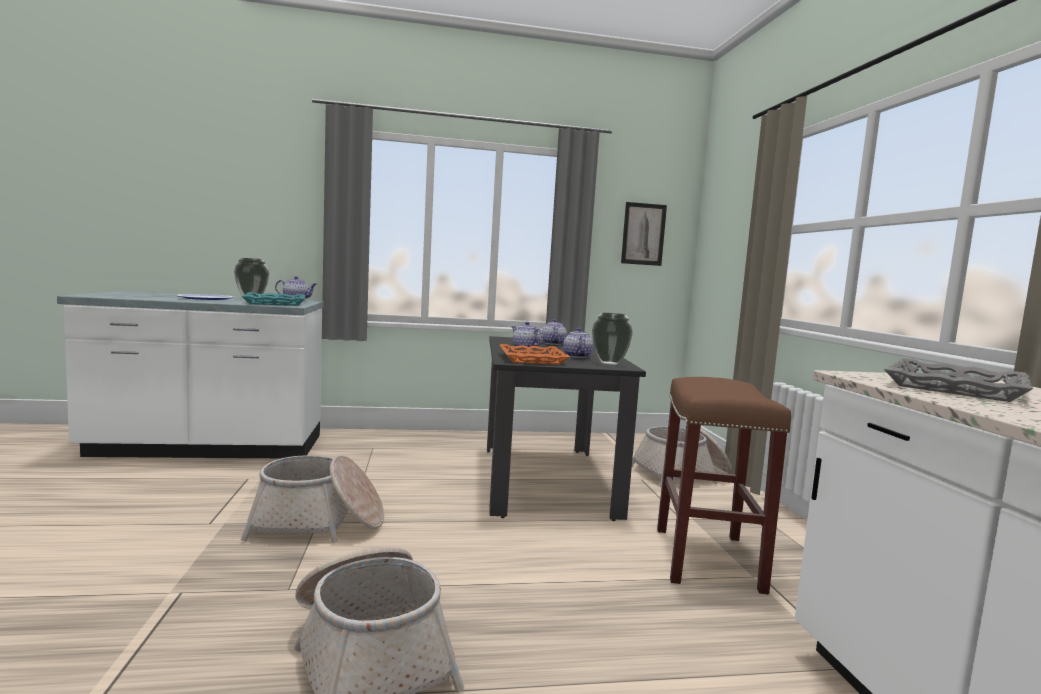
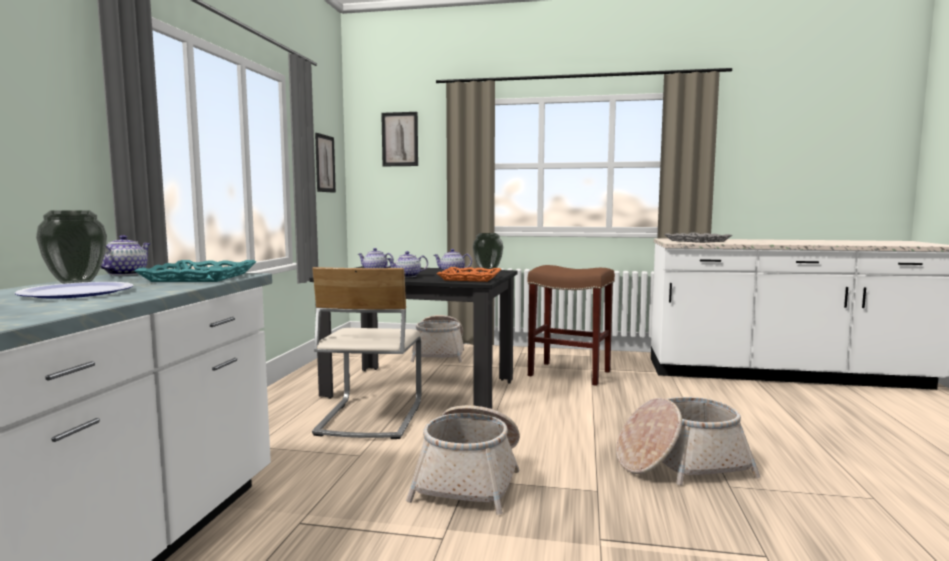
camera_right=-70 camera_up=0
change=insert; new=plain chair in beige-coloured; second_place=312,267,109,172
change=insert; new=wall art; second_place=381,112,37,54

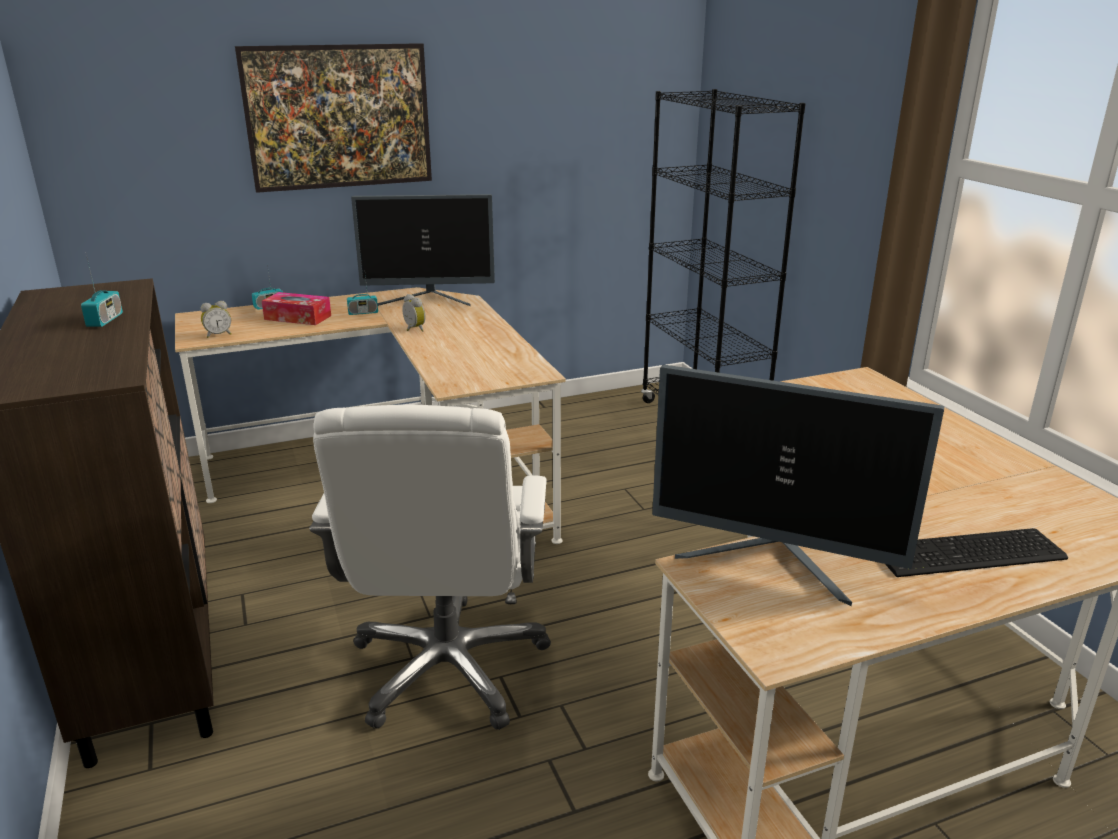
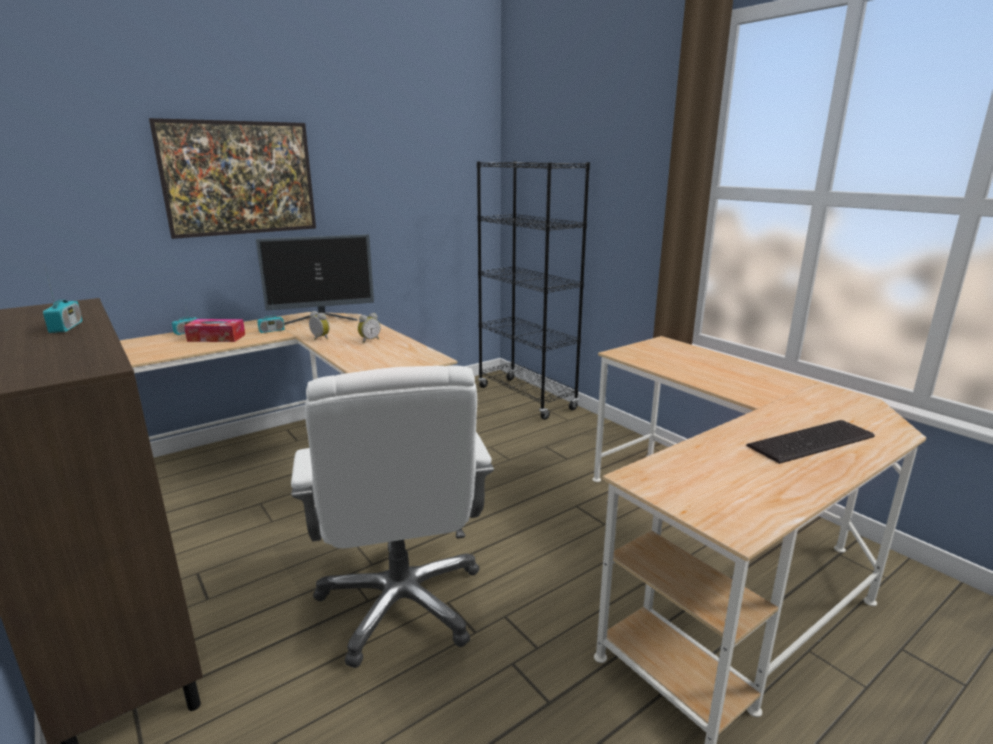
camera_right=-15 camera_up=-5
change=move; old=alarm clock; first_place=201,301,30,37; second_place=358,313,22,30
change=delete; old=computer screen; first_place=652,365,292,241

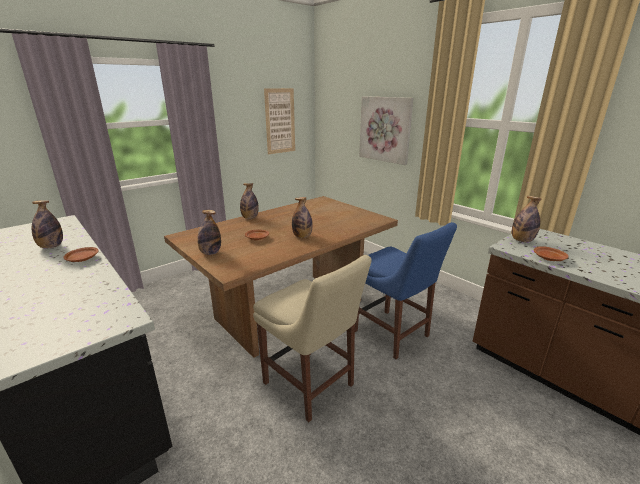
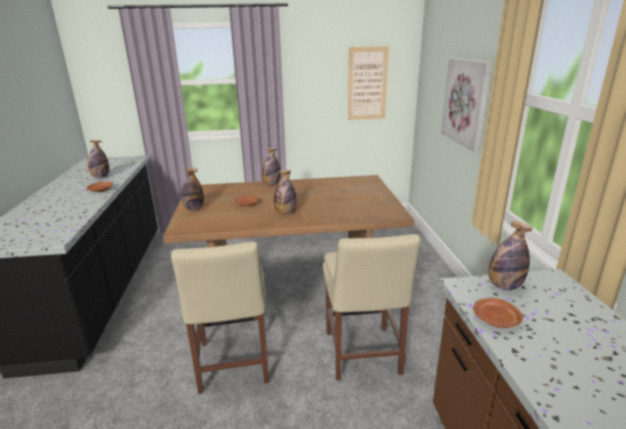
camera_right=35 camera_up=0
change=recolor; old=plain chair in bluish; new=plain chair in beige-coloured; first_place=355,222,102,137; second_place=323,234,98,147

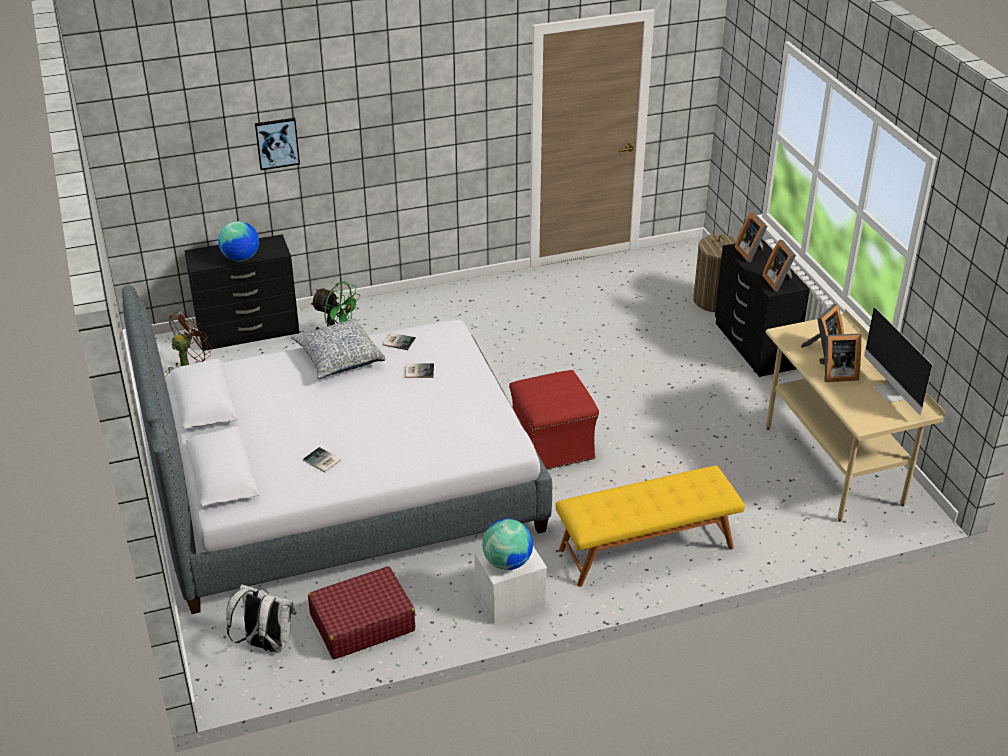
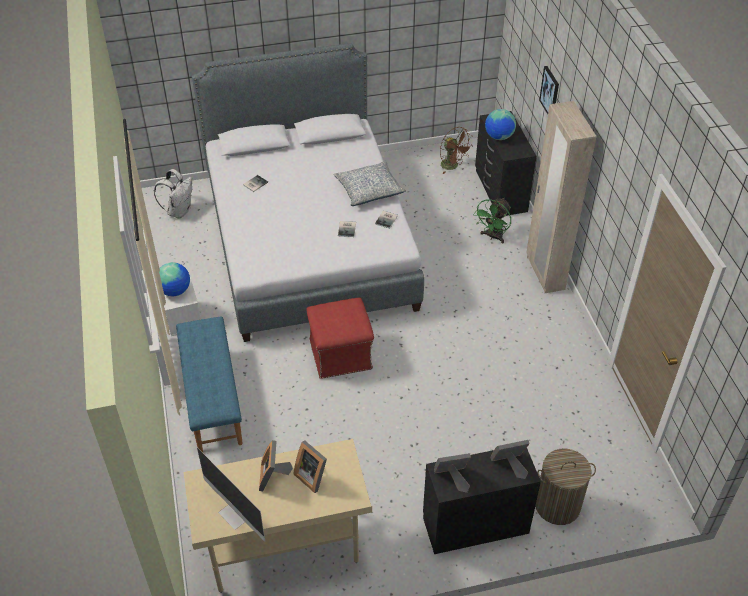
camera_right=95 camera_up=10
change=recolor; old=bench in yellow-coloured; new=bench in bluish; first_place=555,466,190,121; second_place=176,316,67,136
change=rotate; old=computer screen; first_place=864,307,68,108; second_place=197,447,68,95; degrees=-120
change=insert; new=clothes cupboard in beige-coloured; second_place=526,101,71,192
change=delete; old=suitcase in red-coloured; first_place=308,566,107,93

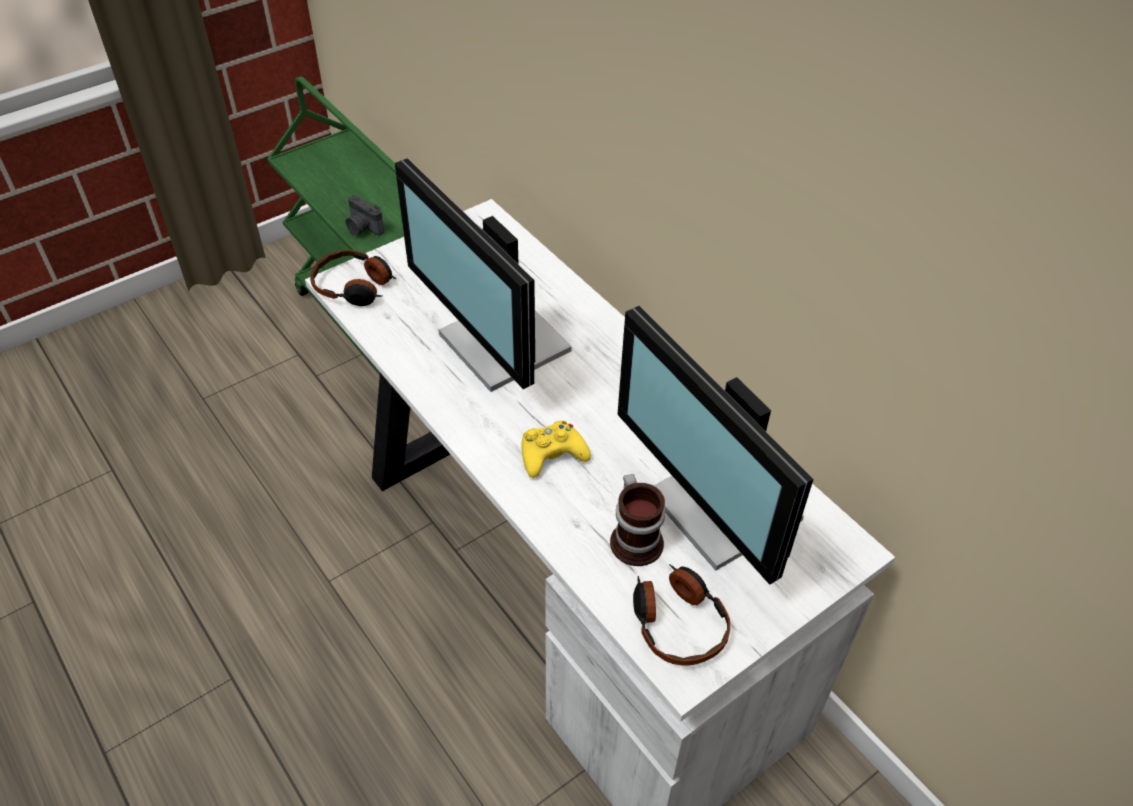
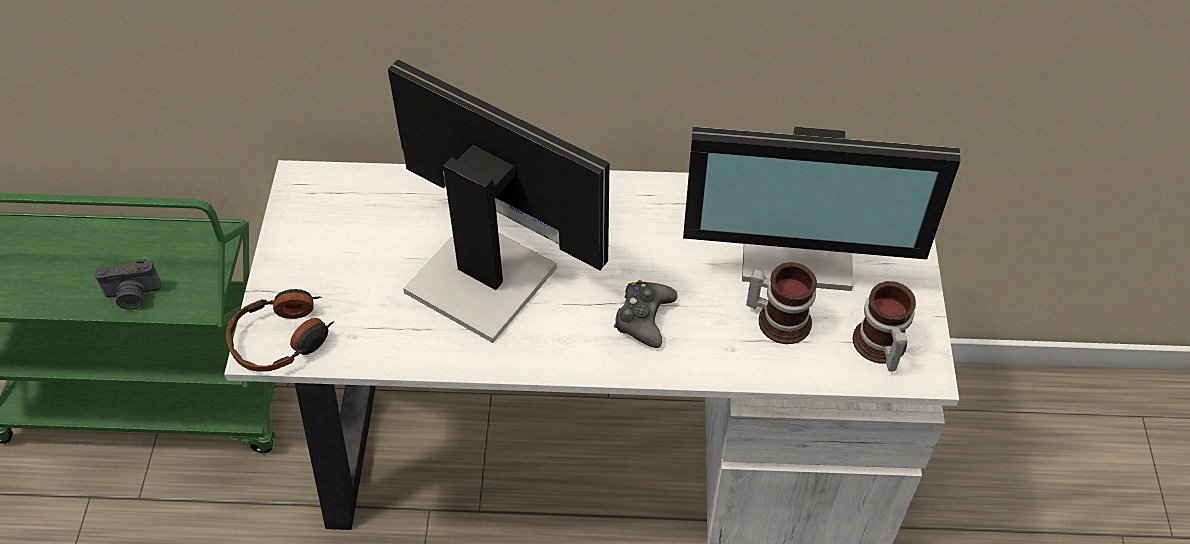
camera_right=-50 camera_up=5
change=rotate; old=computer screen; first_place=395,158,177,234; second_place=388,59,222,284; degrees=-150
change=recolor; old=game controller in yellow-coloured; new=game controller in black-coloured; first_place=521,421,70,57; second_place=614,280,64,68
change=replace; old=headphones; new=mug; first_place=633,564,97,102; second_place=853,281,63,91

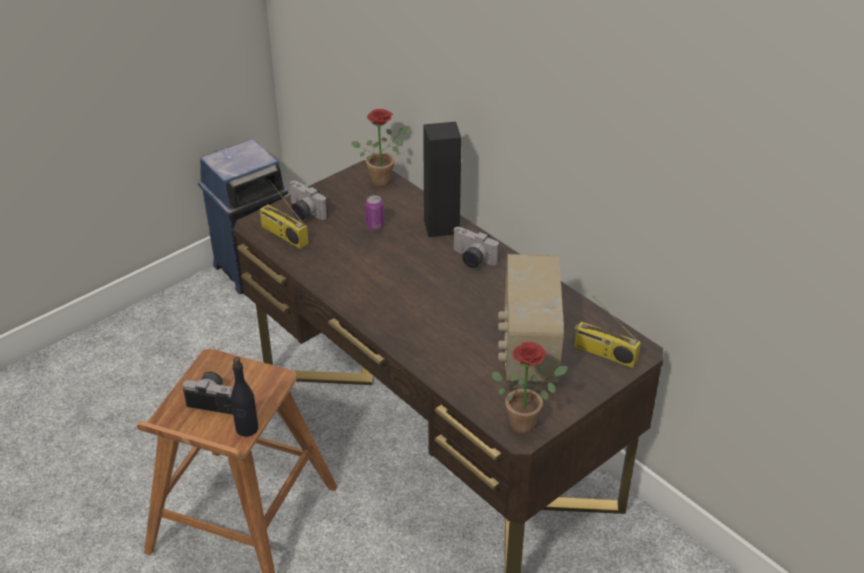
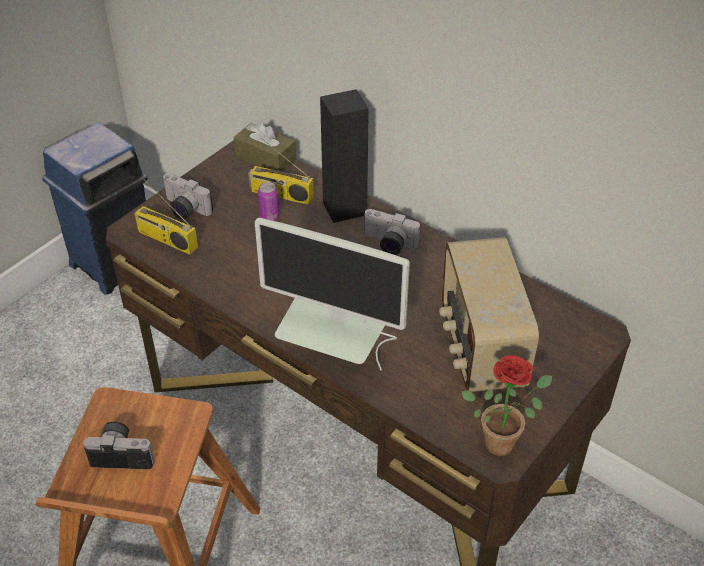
camera_right=-10 camera_up=5
change=replace; old=plant in a pot; new=tissue box in brown; first_place=351,109,58,78; second_place=233,120,63,52
change=move; old=radio set; first_place=572,296,69,72; second_place=248,138,66,67
change=insert; new=computer screen; second_place=255,218,155,152
change=delete; old=beverage bottle in black-coloured; first_place=231,357,27,80

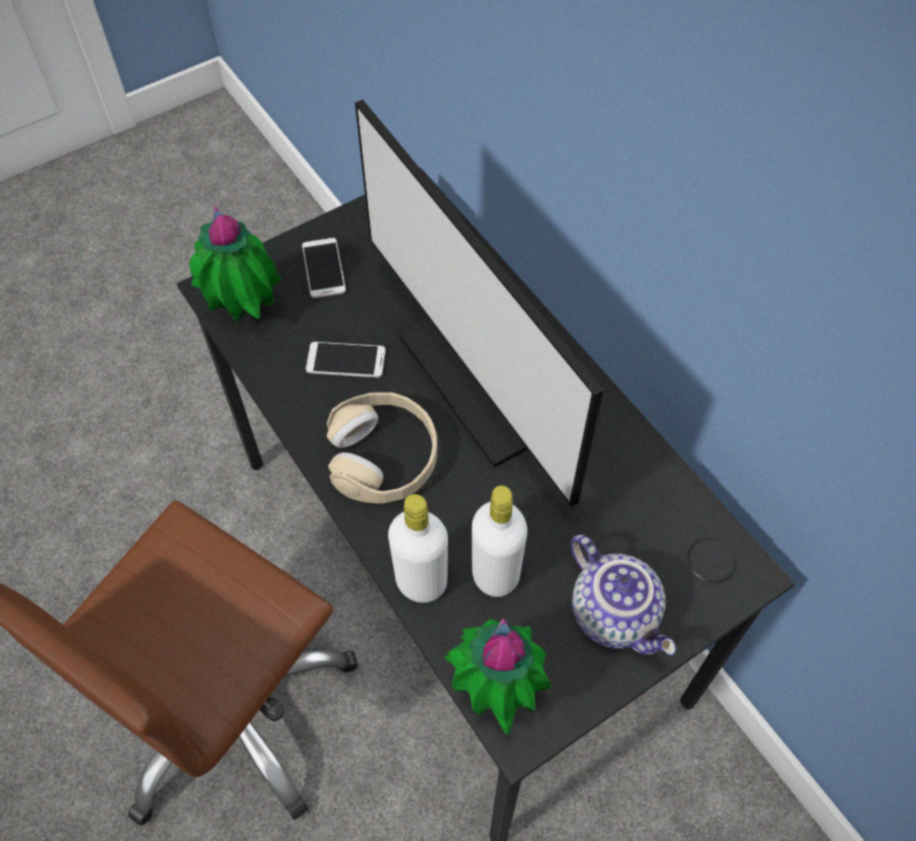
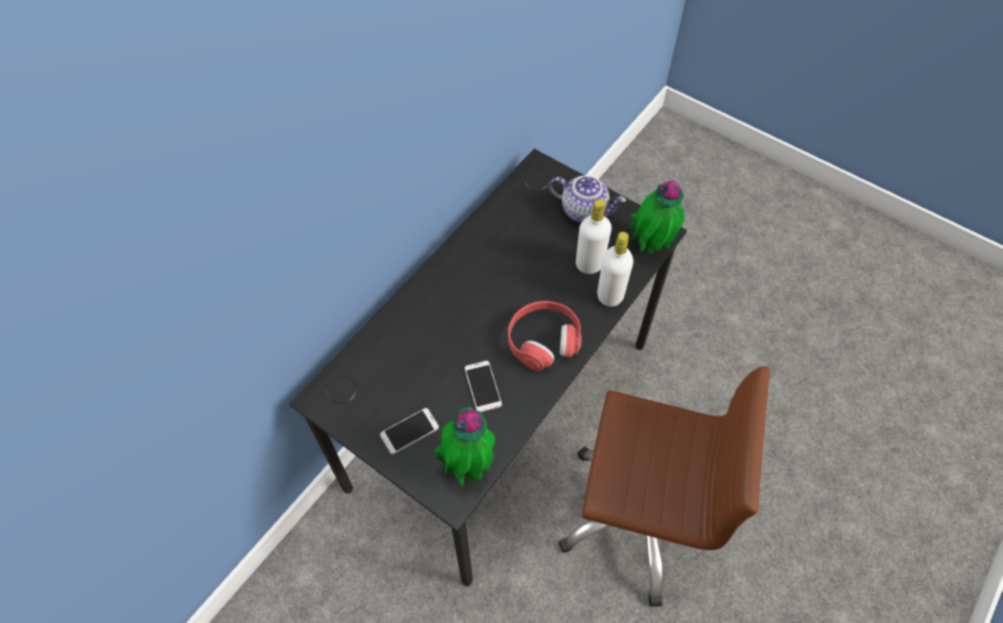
camera_right=-110 camera_up=0
change=recolor; old=headphones in beige-coloured; new=headphones in red-coloured; first_place=327,392,110,112; second_place=508,301,74,70
change=rotate; old=pot for tea; first_place=571,534,105,121; second_place=549,175,77,48; degrees=75
change=delete; old=computer screen; first_place=355,99,249,408

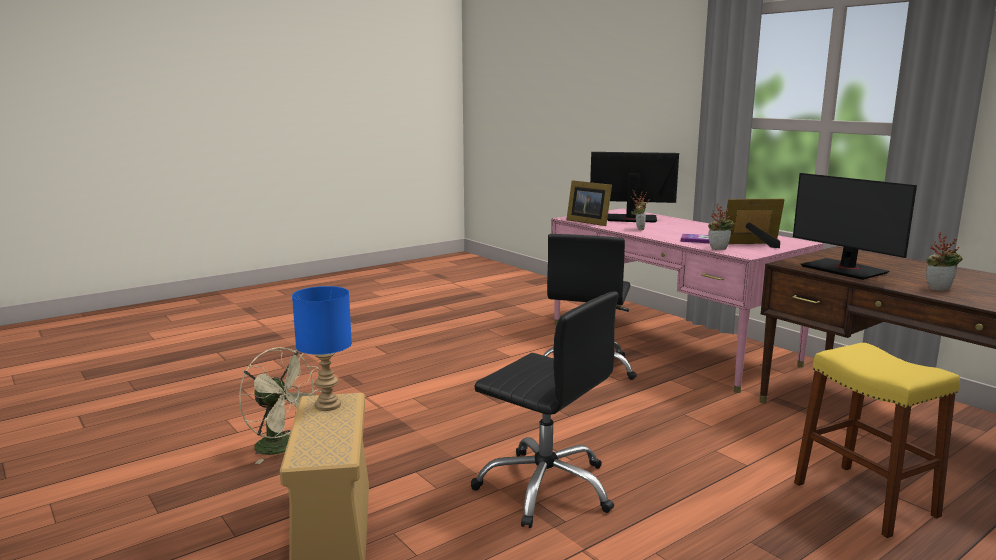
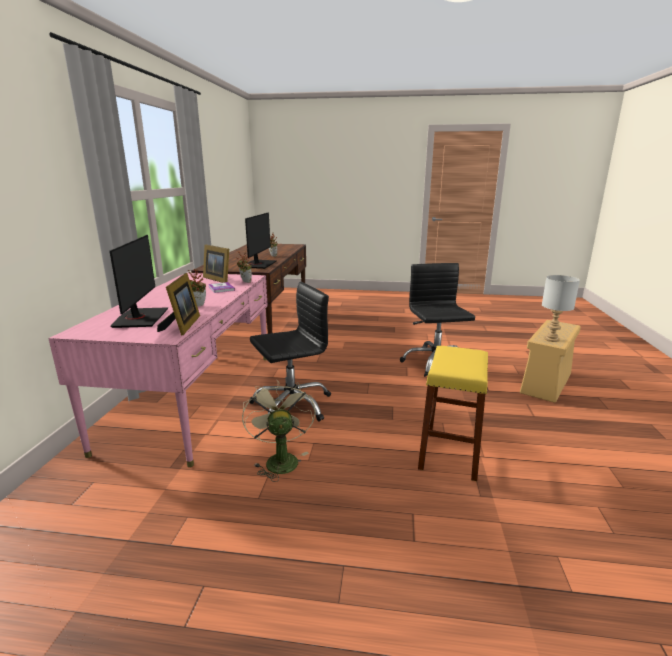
camera_right=-135 camera_up=5
change=rotate; old=computer screen; first_place=590,152,89,70; second_place=109,235,59,93; degrees=-150
change=move; old=cooling fan in beige-coloured; first_place=239,347,84,117; second_place=242,379,74,103
change=move; old=stool in yellow-coloured; first_place=794,343,166,195; second_place=418,346,70,135
change=recolor; old=lamp for a table in bluish; new=lamp for a table in greyish; first_place=292,286,60,125; second_place=542,275,38,67

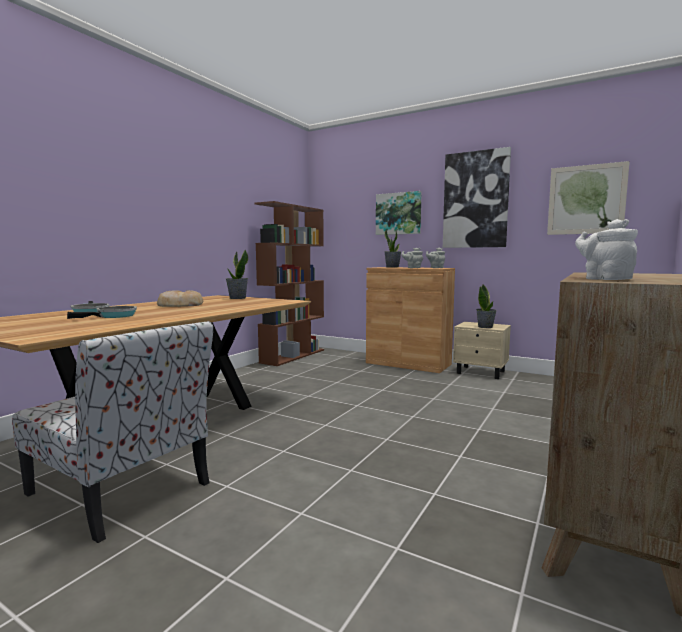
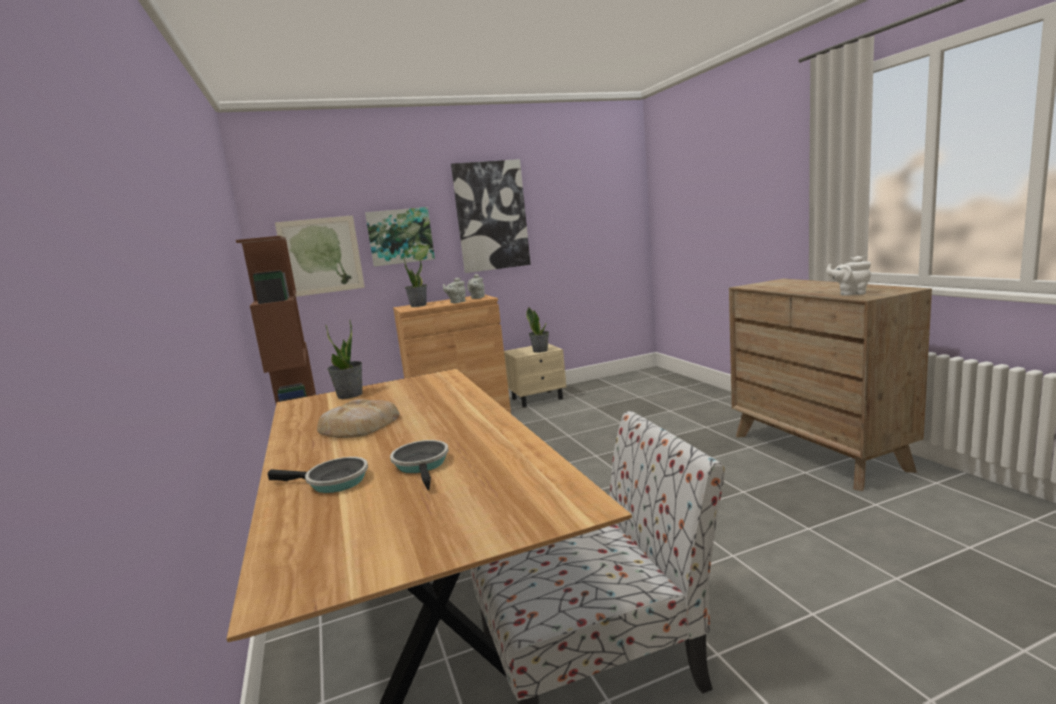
camera_right=-50 camera_up=5
change=move; old=wall art; first_place=547,161,83,74; second_place=275,215,90,82

